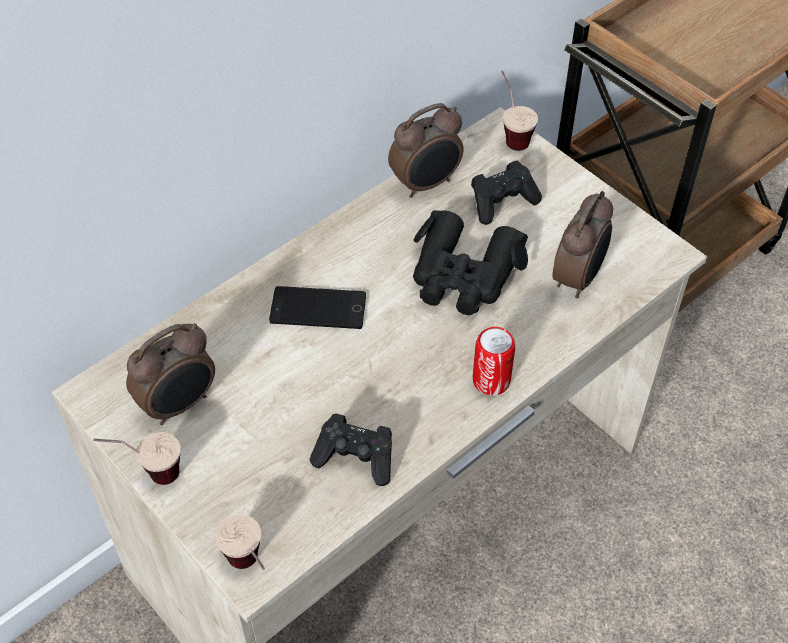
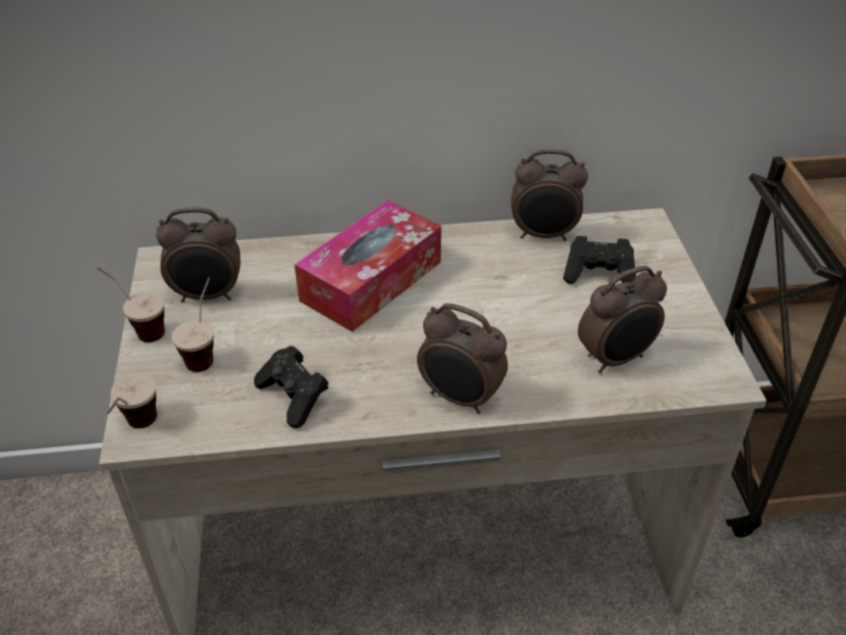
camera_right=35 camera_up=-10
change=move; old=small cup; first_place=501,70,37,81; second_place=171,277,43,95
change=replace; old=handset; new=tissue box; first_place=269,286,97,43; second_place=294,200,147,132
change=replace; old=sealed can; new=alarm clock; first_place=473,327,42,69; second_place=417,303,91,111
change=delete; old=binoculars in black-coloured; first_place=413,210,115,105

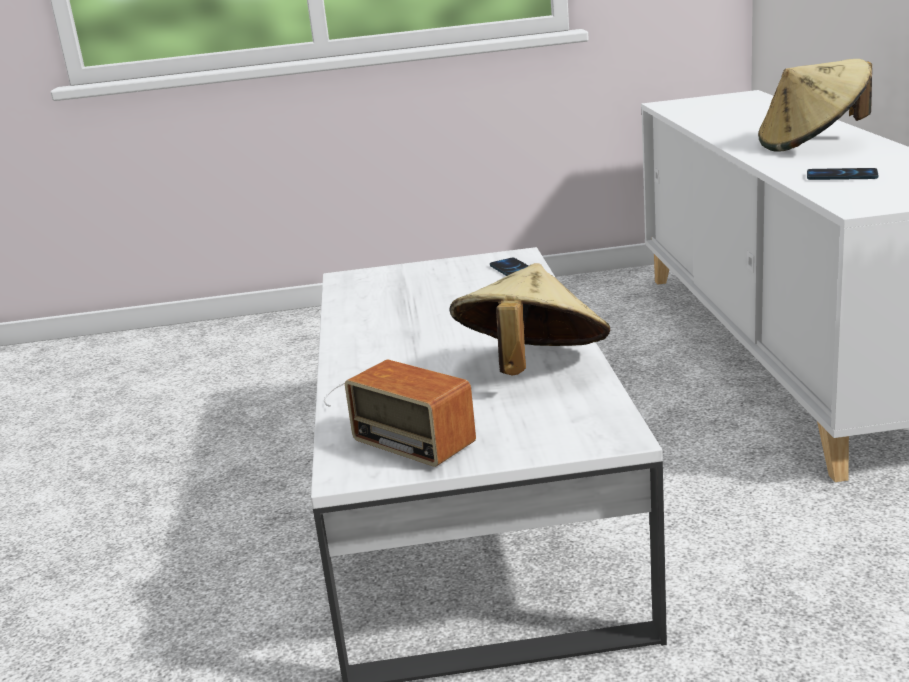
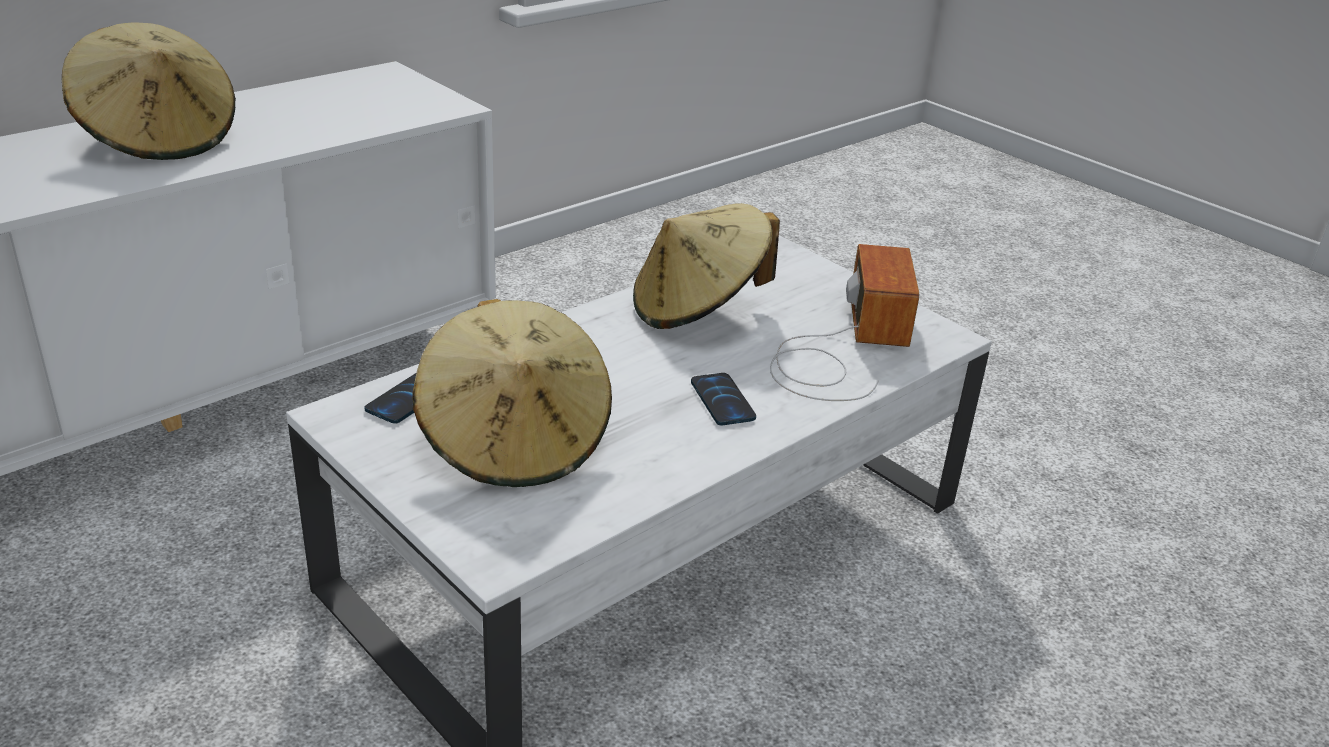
camera_right=-130 camera_up=10
change=insert; new=clothing hat in beige-coloured; second_place=412,299,200,188
change=move; old=handset; first_place=807,168,71,12; second_place=691,373,65,52

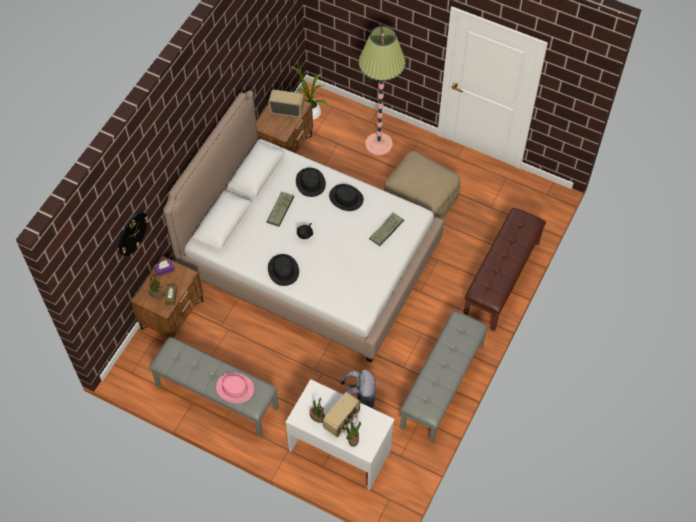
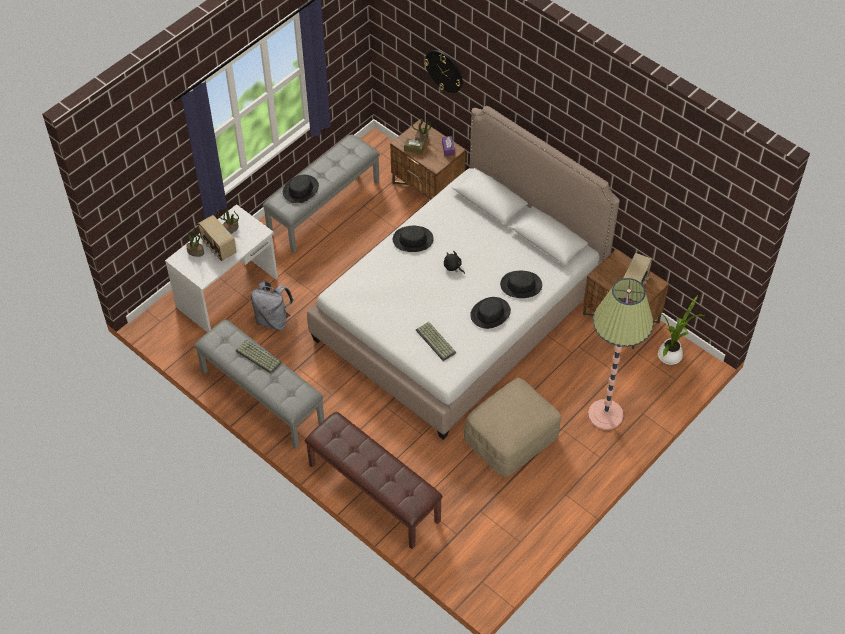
camera_right=105 camera_up=-5
change=move; old=keyboard; first_place=266,192,28,35; second_place=236,340,46,34
change=recolor; old=clothing hat in pink; new=clothing hat in black-coloured; first_place=216,373,38,30; second_place=283,175,36,28

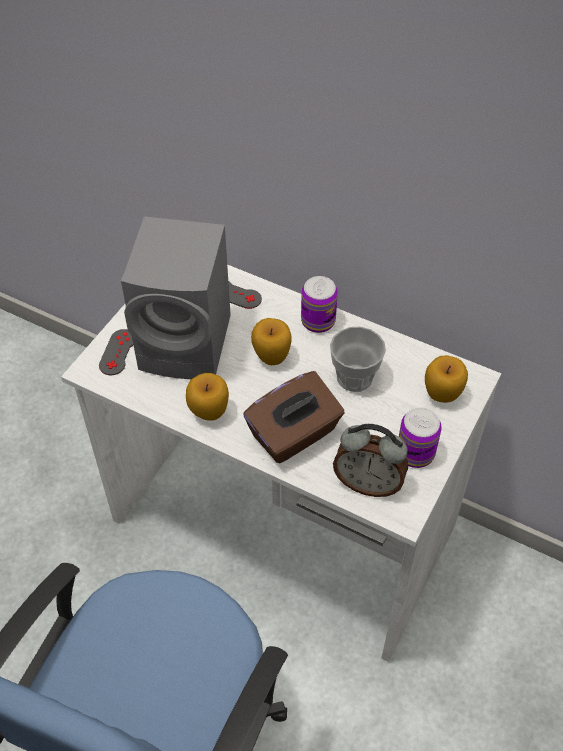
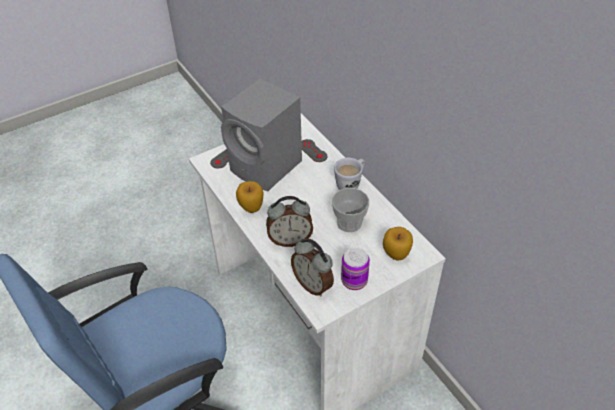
camera_right=30 camera_up=-5
change=replace; old=tissue box in brown; new=alarm clock; first_place=243,371,101,92; second_place=266,196,47,51
change=replace; old=sealed can; new=mug in white-coloured; first_place=301,276,37,57; second_place=334,158,31,32
change=delete; old=apple fruit; first_place=251,318,41,47

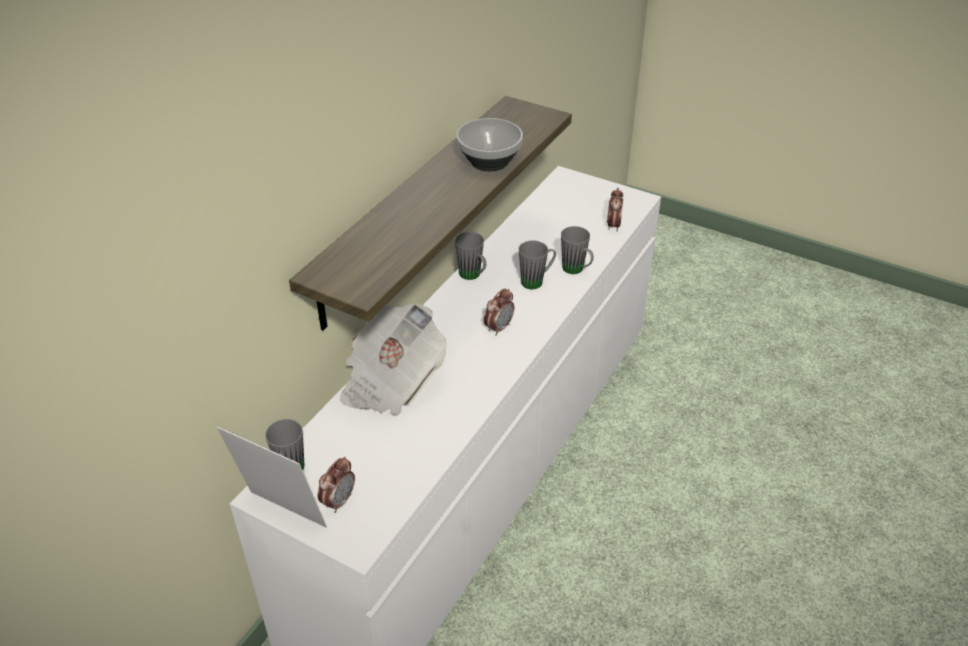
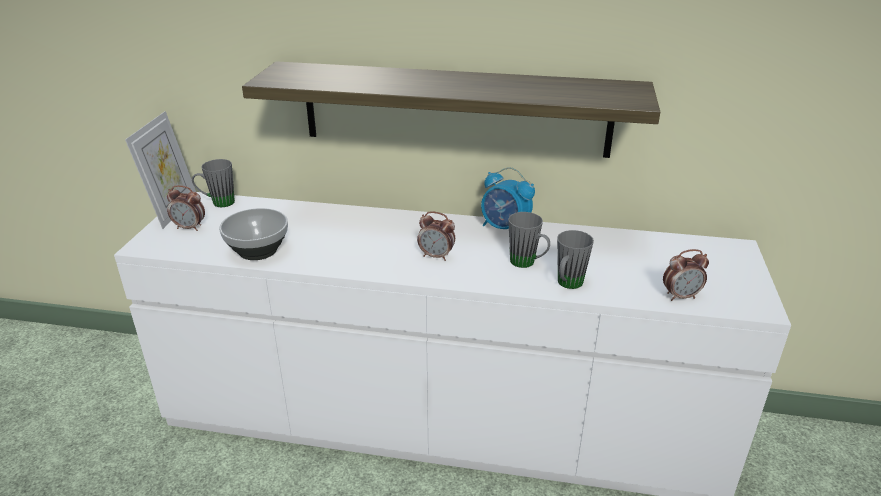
camera_right=70 camera_up=-10
change=move; old=deep dish; first_place=456,118,67,53; second_place=219,208,69,52
change=replace; old=mug in greyish; new=alarm clock; first_place=454,232,32,48; second_place=481,167,54,62
change=delete; old=printed paper; first_place=340,304,107,111

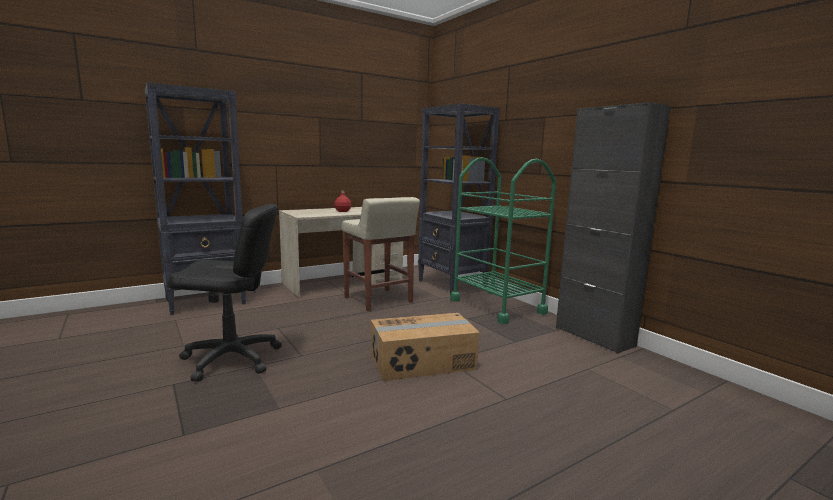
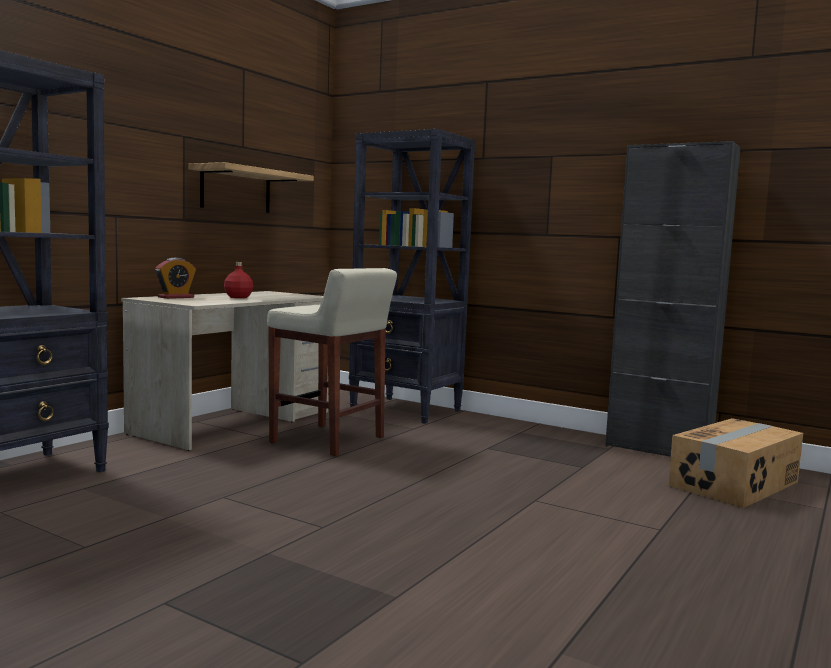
camera_right=-25 camera_up=-5
change=insert; new=alarm clock; second_place=155,258,41,41
change=insert; new=bracket shelf; second_place=188,162,126,51
change=move; old=packing box; first_place=371,313,109,68; second_place=669,418,134,90
change=delete; old=computer chair in black-coloured; first_place=167,204,115,178
change=delete; old=wheeled cart in green-coloured; first_place=450,157,106,167

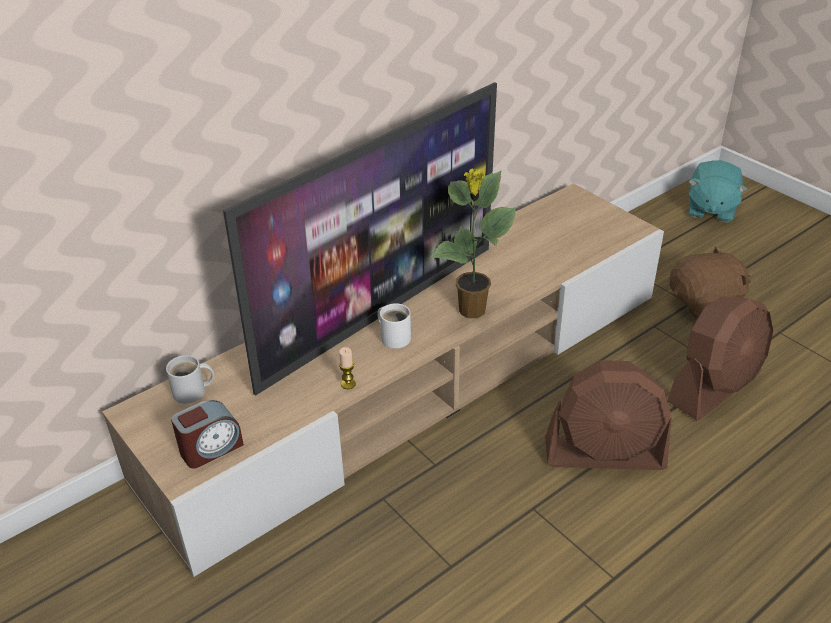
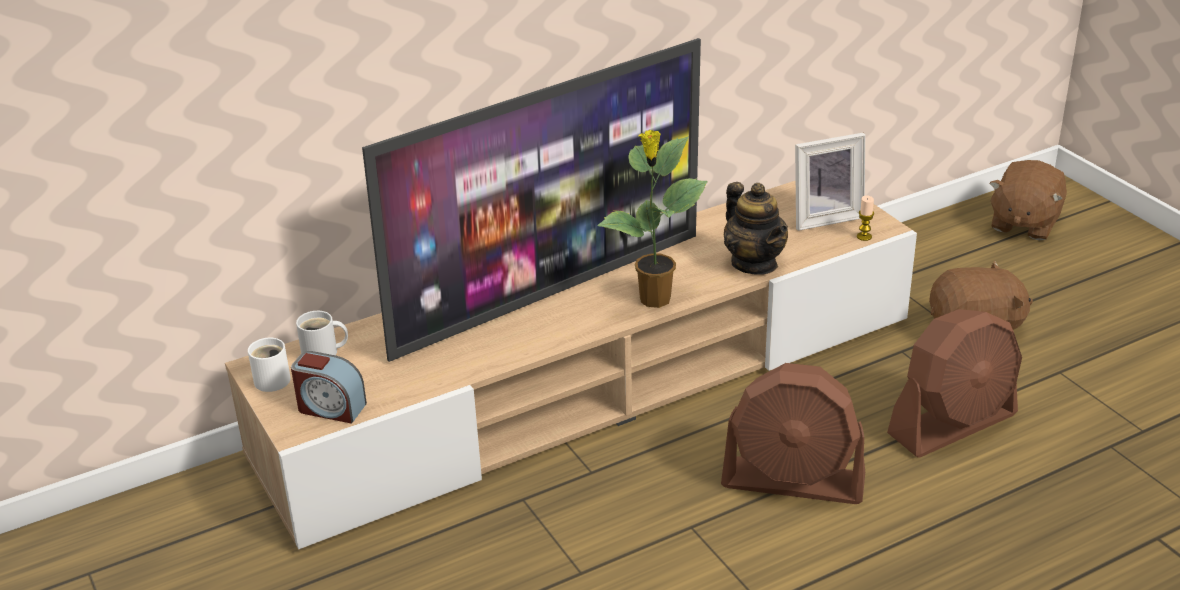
camera_right=10 camera_up=-5
change=move; old=mug in white-coloured; first_place=377,303,34,46; second_place=248,338,43,54
change=rotate; old=alarm clock; first_place=171,400,73,68; second_place=291,351,76,73; degrees=45
change=insert; new=pot for tea; second_place=724,182,64,93
change=insert; new=standing frame; second_place=795,133,70,98
change=move; old=wax light; first_place=339,347,17,42; second_place=857,195,17,46
change=recolor; old=soft toy in turquoise-coloured; new=soft toy in brown; first_place=688,160,59,63; second_place=989,160,78,80

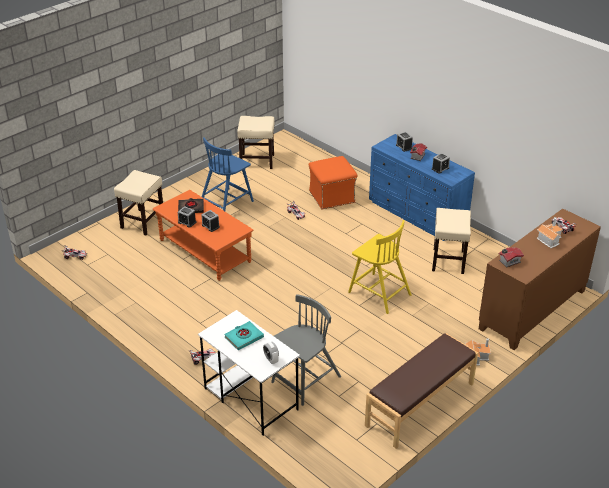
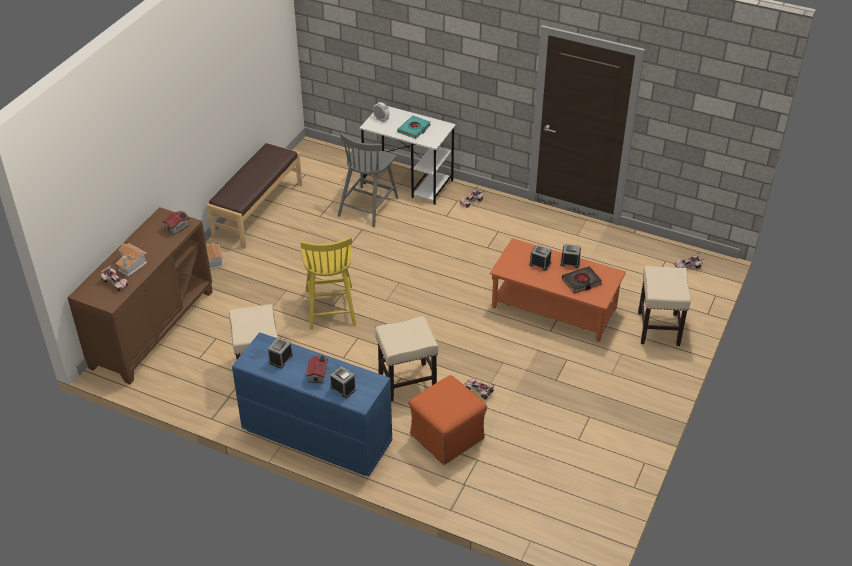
camera_right=160 camera_up=5
change=rotate; old=plain chair in yellow-coloured; first_place=348,220,64,94; second_place=300,237,56,93; degrees=-120
change=move; old=stool in beige-coloured; first_place=237,116,38,53; second_place=375,316,63,85
change=delete; old=plain chair in bluish; first_place=202,137,52,74

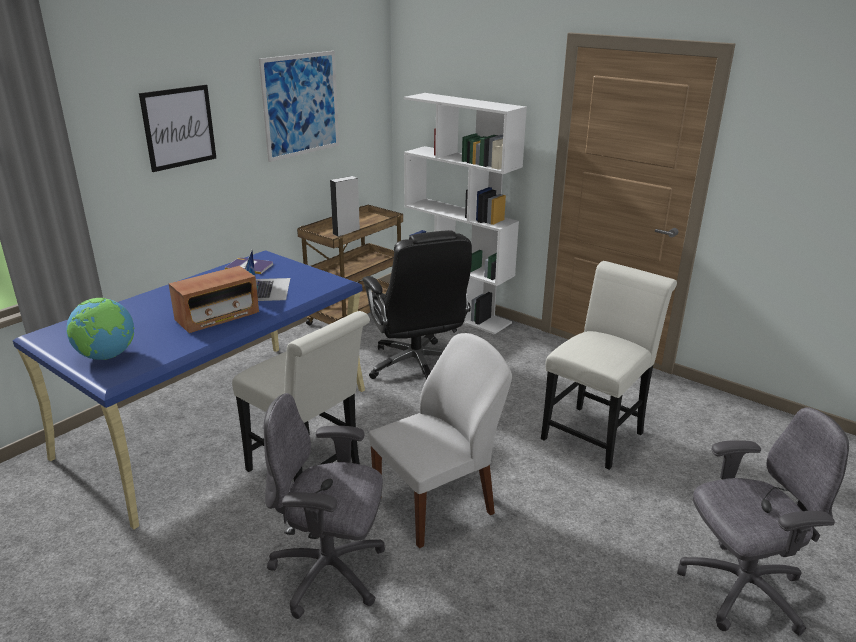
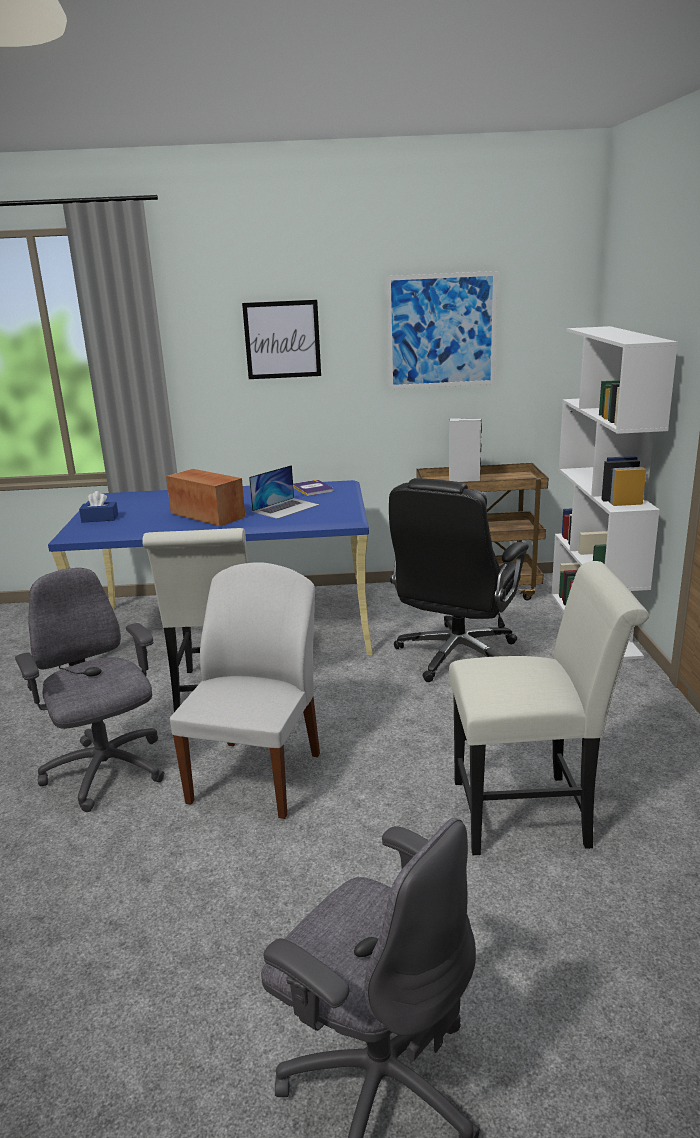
camera_right=50 camera_up=-5
change=replace; old=world globe; new=tissue box in bluish; first_place=67,298,67,62; second_place=79,491,39,32
change=rotate; old=radio set; first_place=169,266,90,67; second_place=166,469,79,57; degrees=-150
change=rotate; old=plain chair in white-coloured; first_place=369,333,143,215; second_place=170,562,150,257; degrees=-90

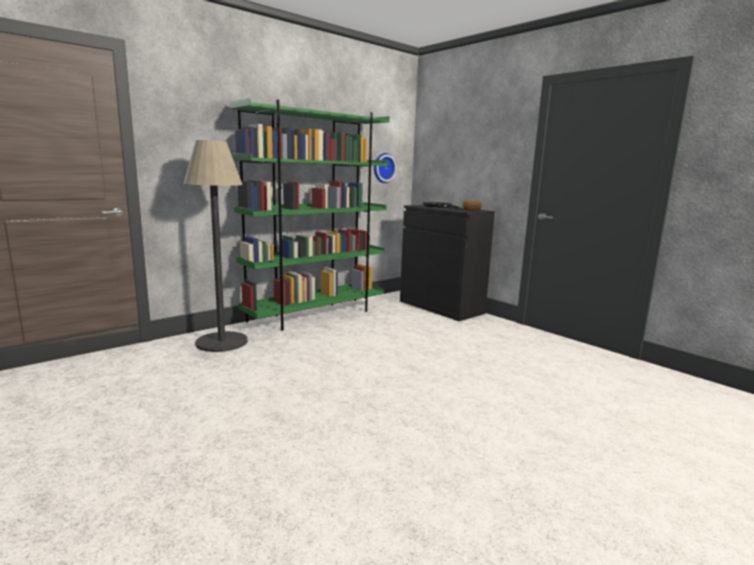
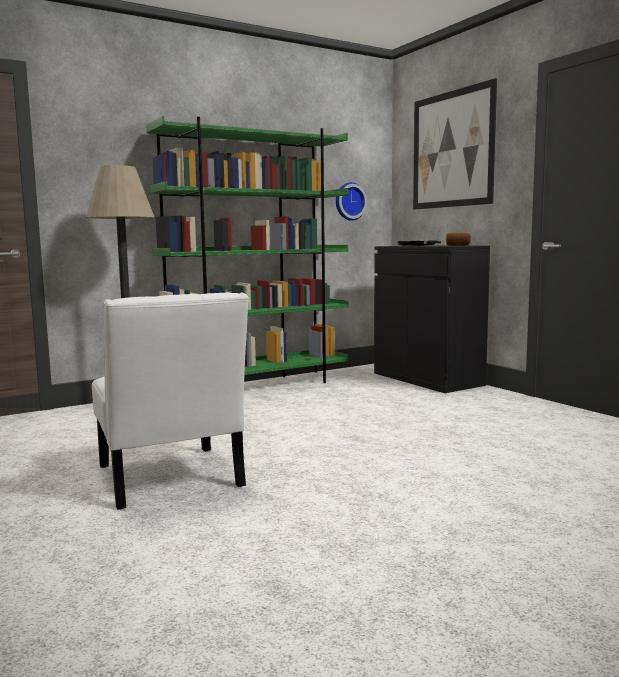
camera_right=10 camera_up=-5
change=insert; new=plain chair in white-coloured; second_place=92,292,157,218
change=insert; new=wall art; second_place=413,78,84,132

